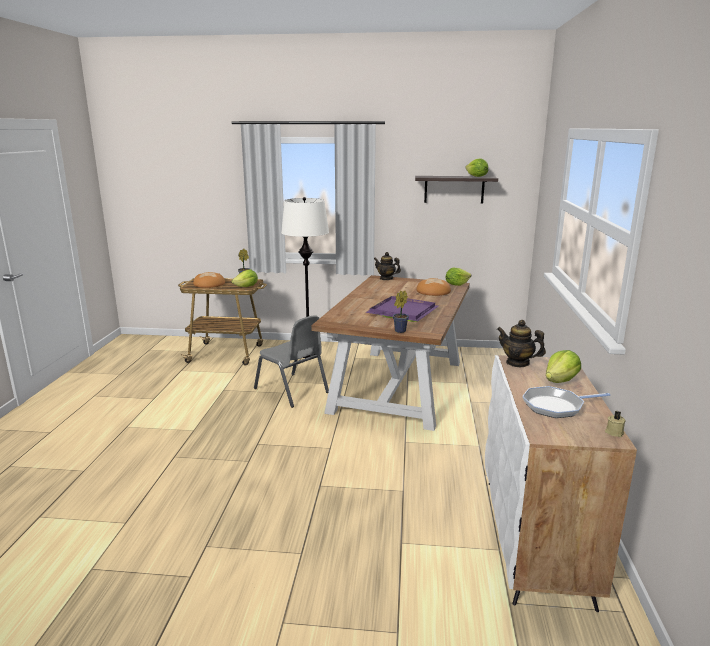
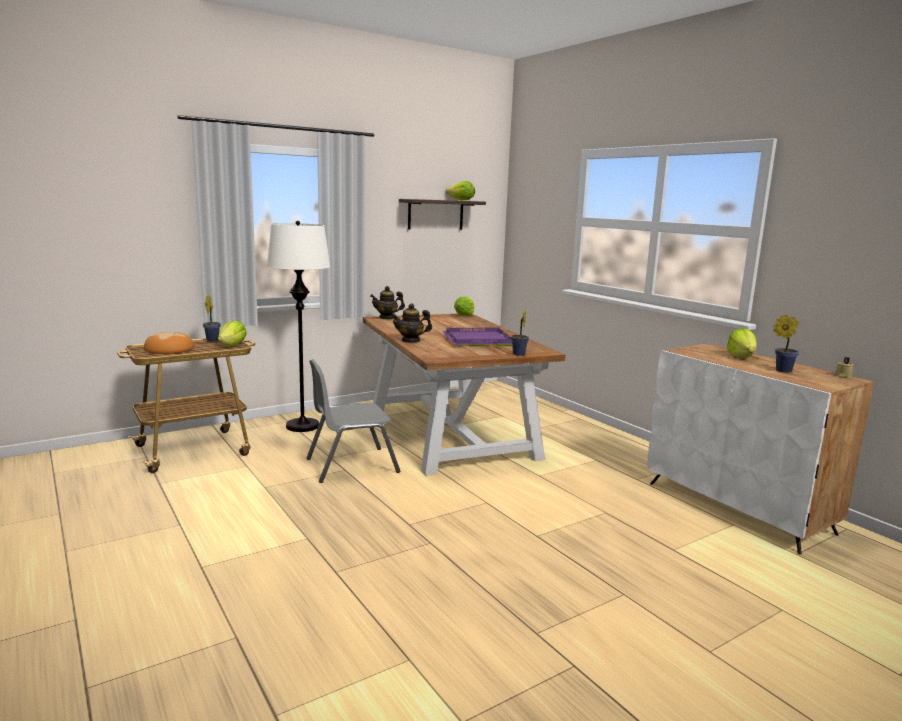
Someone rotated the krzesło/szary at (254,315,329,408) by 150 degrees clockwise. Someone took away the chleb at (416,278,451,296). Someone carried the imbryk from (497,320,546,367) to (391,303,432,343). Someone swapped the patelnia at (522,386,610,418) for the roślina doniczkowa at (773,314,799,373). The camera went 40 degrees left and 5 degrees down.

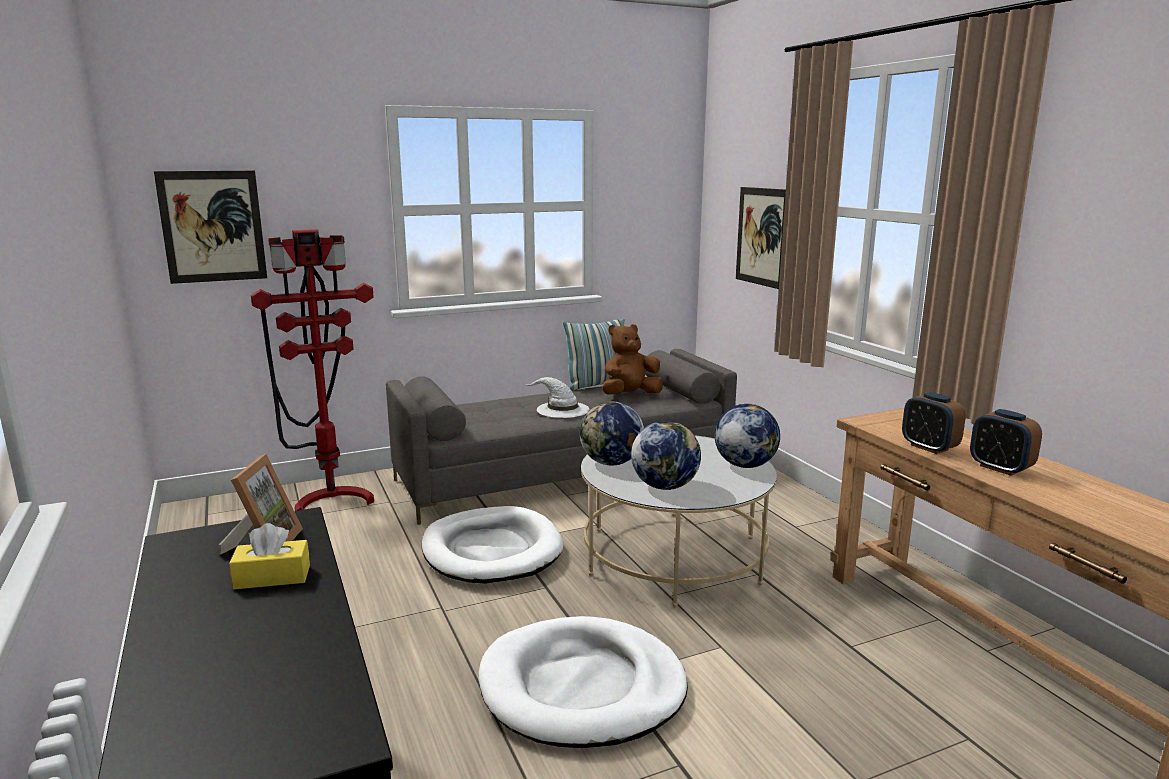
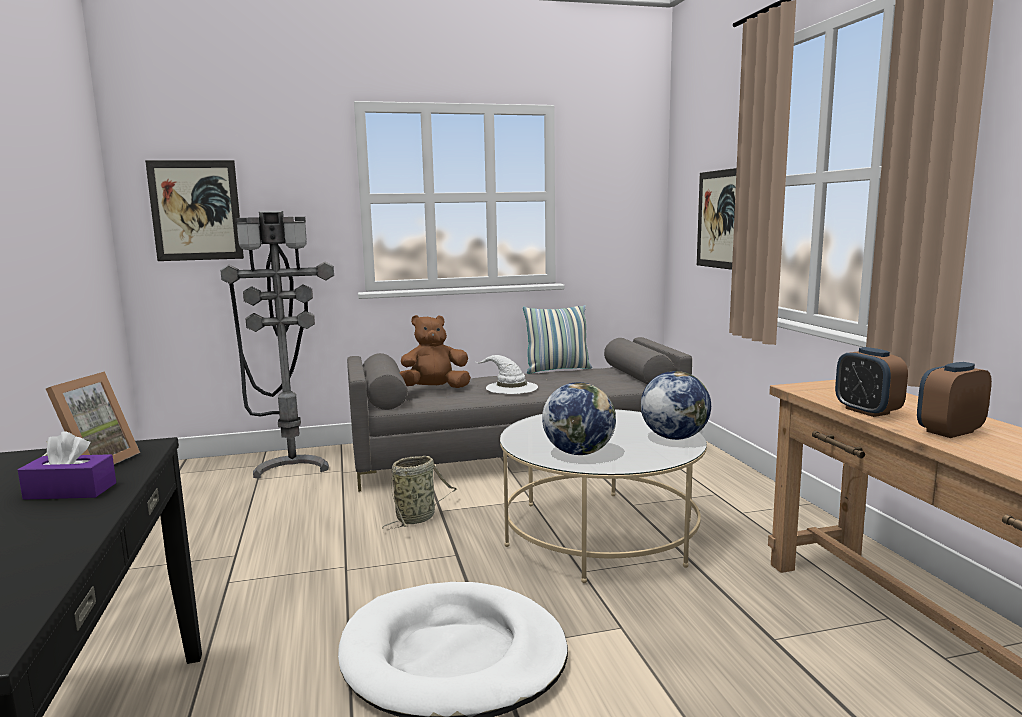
Someone repainted the pudełko chusteczek/żółty at (229,523,310,590), which became the pudełko chusteczek/fioletowy at (18,431,116,500). Someone repainted the lampa stojąca/czerwony at (251,229,374,511), which became the lampa stojąca/szary at (220,211,334,479). Someone swapped the legowisko/biały at (422,506,563,583) for the koszyk at (382,456,457,529). Someone took away the globus at (580,402,644,465). Someone carried the pluszak/brązowy from (602,324,663,394) to (399,315,471,388). Someone rotated the budzik at (970,409,1042,476) by 90 degrees clockwise. The camera went 10 degrees right and 5 degrees down.

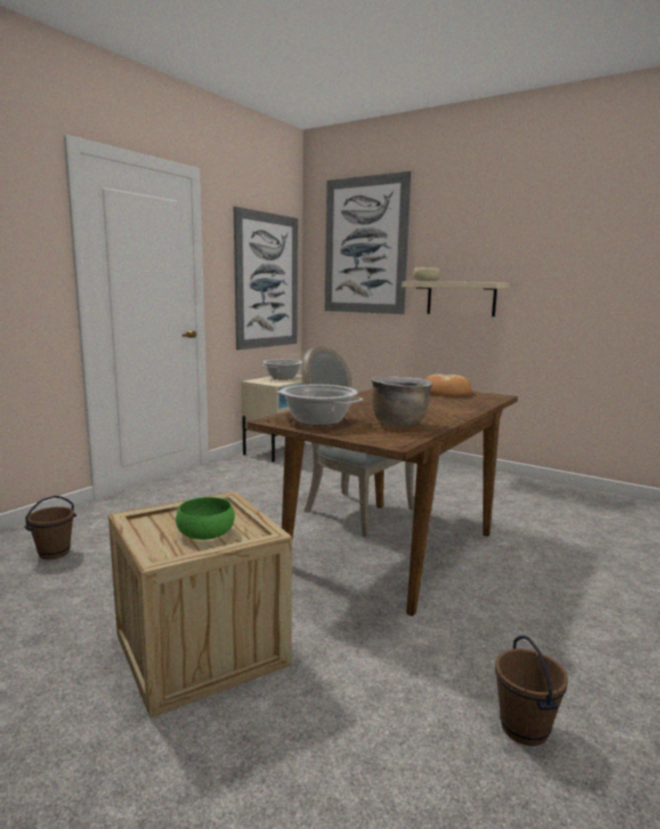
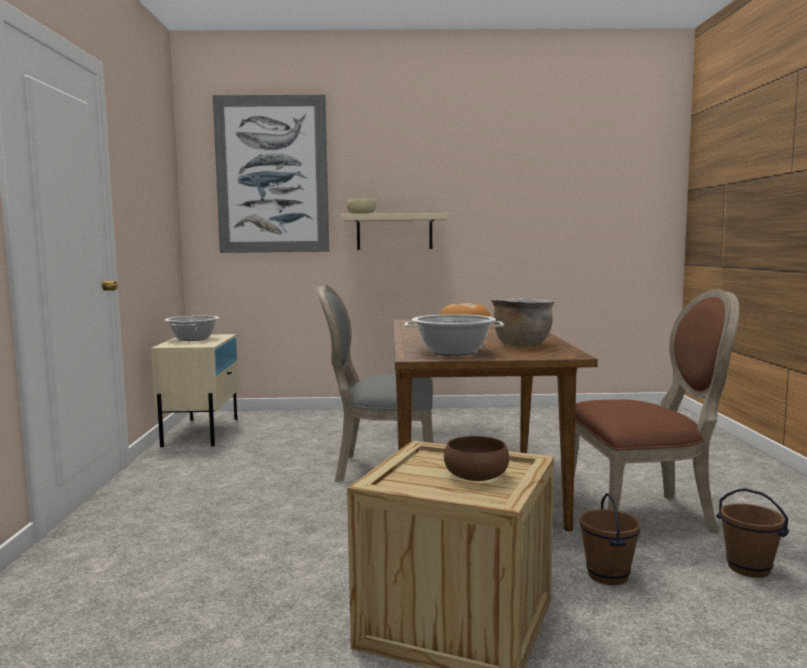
Someone carried the wiadro/brązowy from (24,496,76,560) to (580,493,641,585). Someone repainted the miska/zielony at (176,497,235,540), which became the miska/brązowy at (444,436,509,481). Someone took away the obraz at (234,206,298,350). Someone put down the krzesło/brązowy at (574,289,739,534). The camera went 35 degrees left and 5 degrees down.

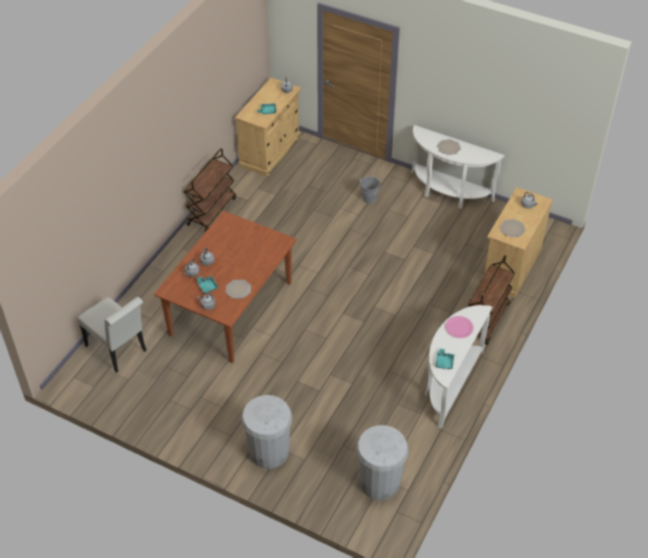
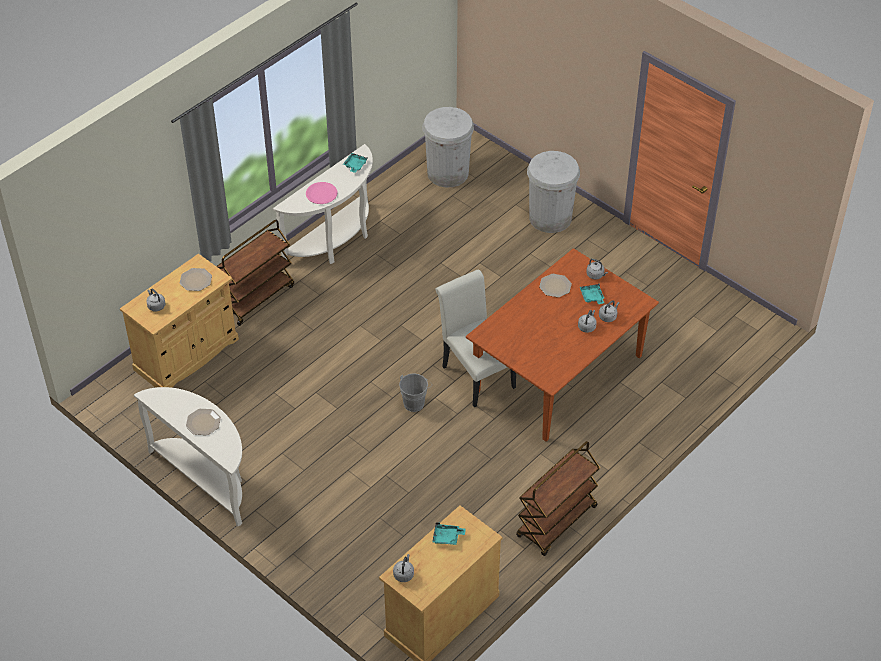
Someone carried the krzesło/biały from (77,297,147,373) to (435,269,516,407). Someone carried the wiadro/szary from (358,176,381,204) to (399,373,432,412). The camera went 165 degrees left and 0 degrees up.

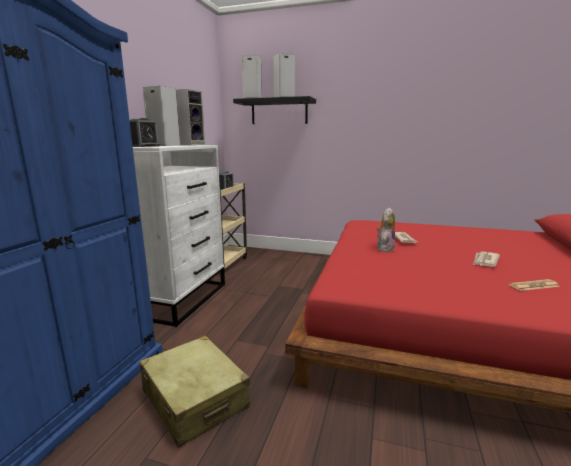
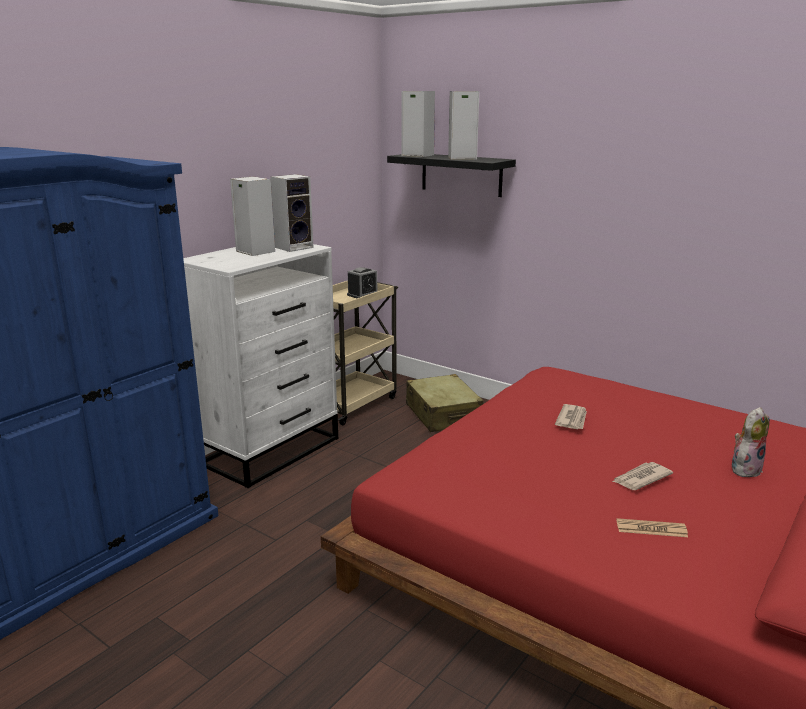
Someone took away the budzik at (130,118,160,147). Someone carried the walizka/beżowy from (139,335,250,448) to (406,374,484,432). Someone carried the pluszak from (377,208,395,252) to (732,407,770,477). The camera went 20 degrees right and 5 degrees up.

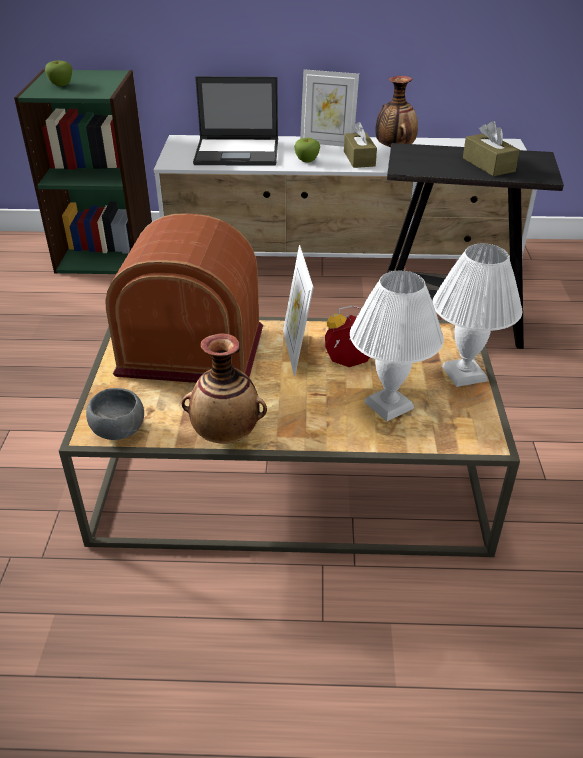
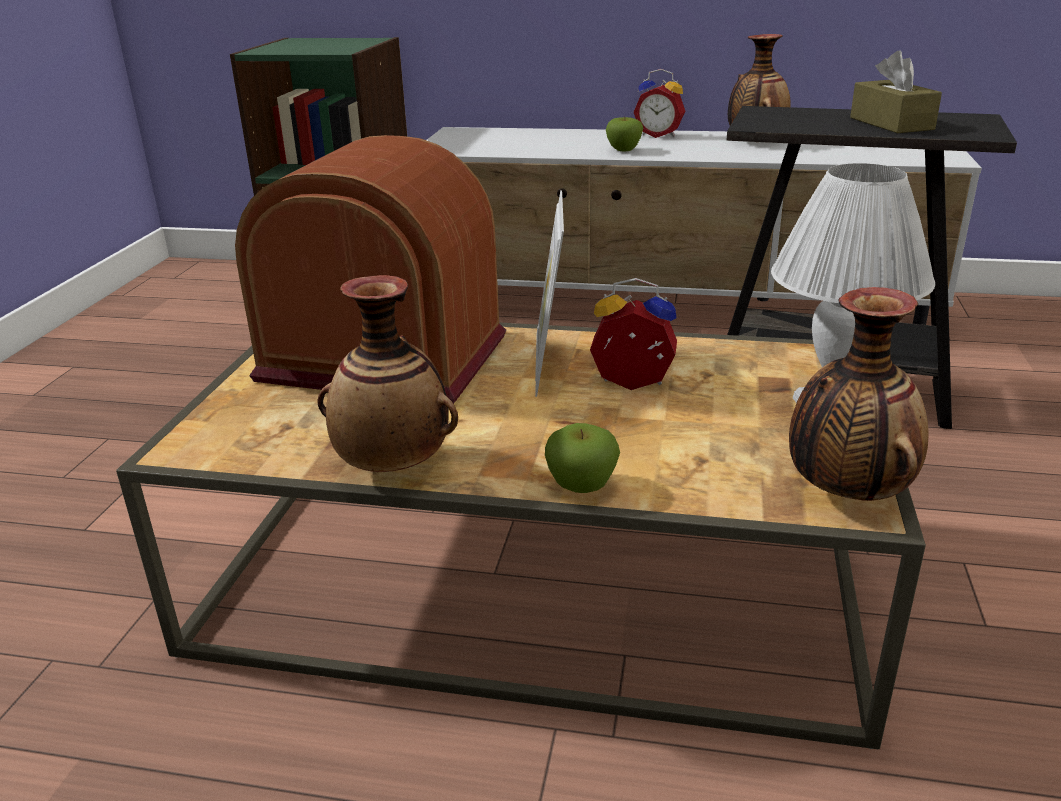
Someone carried the jabłko from (45,61,72,86) to (545,423,620,493). Someone took away the miska/szary at (86,388,144,440). Someone took away the laptop at (193,76,278,166). Someone swapped the ramka na zdjęcie at (300,69,359,147) for the budzik at (633,69,685,138). Someone took away the pudełko chusteczek/brązowy at (344,122,377,168). Someone took away the lampa stołowa/biały at (350,271,444,421). Someone put down the wazon at (789,287,929,501). The camera went 10 degrees right and 10 degrees down.

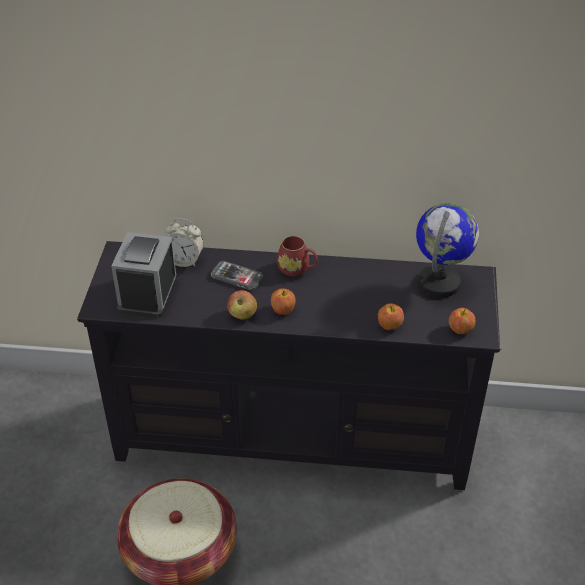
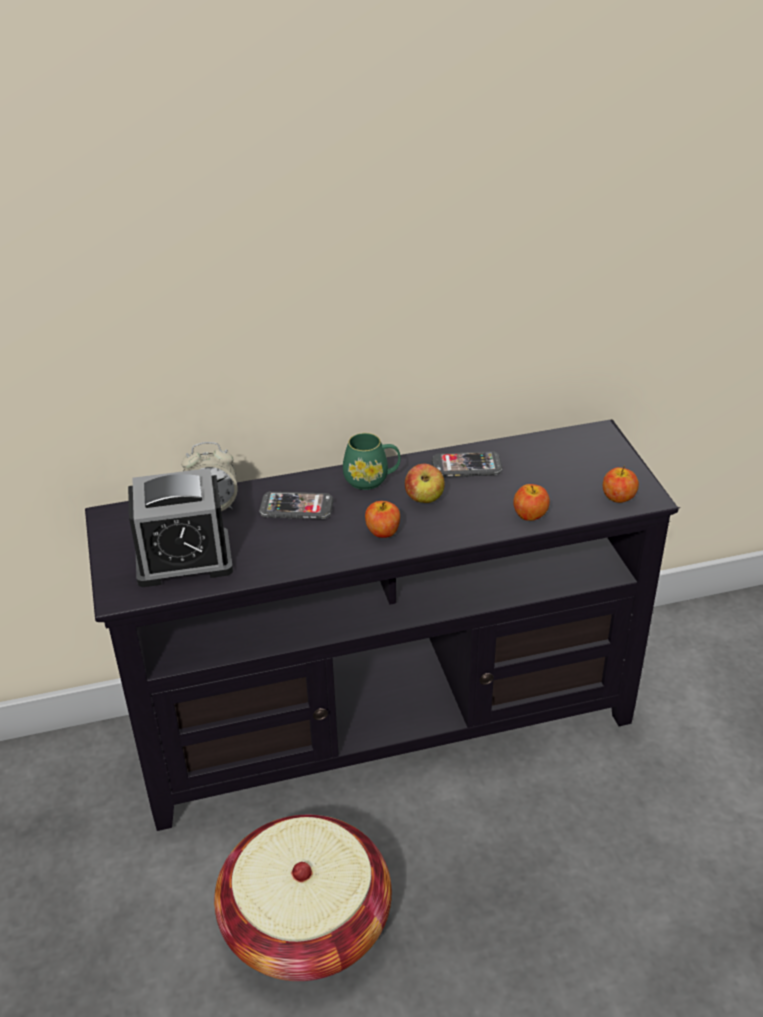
Someone rotated the budzik at (111,232,177,318) by 90 degrees counterclockwise. Someone carried the jabłko from (227,290,257,320) to (405,464,445,503). Someone repainted the kubek/czerwony at (277,236,318,276), which became the kubek/zielony at (343,433,400,490). Someone took away the globus at (416,203,479,298). Someone put down the telefon at (432,451,503,477). The camera went 20 degrees left and 5 degrees down.

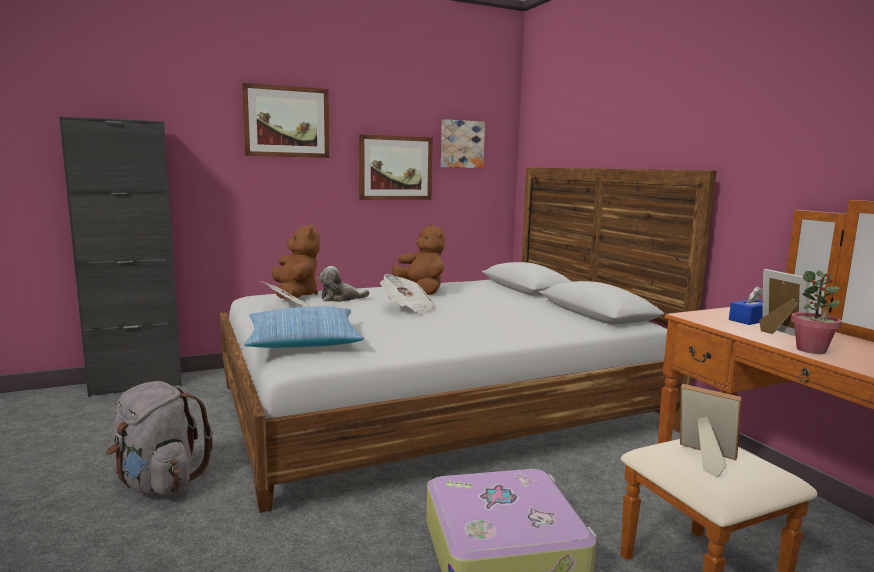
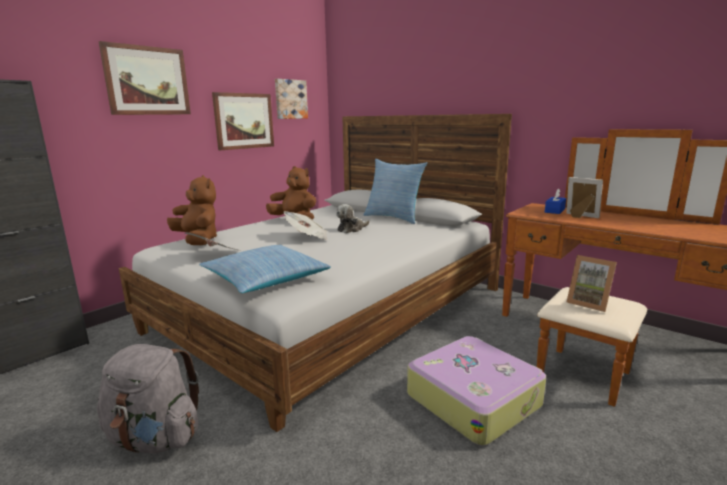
Someone carried the pluszak from (318,266,370,302) to (336,204,370,233). Someone rotated the ramka na zdjęcie at (680,384,742,477) by 150 degrees counterclockwise. Someone took away the roślina doniczkowa at (791,270,842,354). Someone put down the poduszka at (364,159,427,224). The camera went 25 degrees left and 5 degrees up.

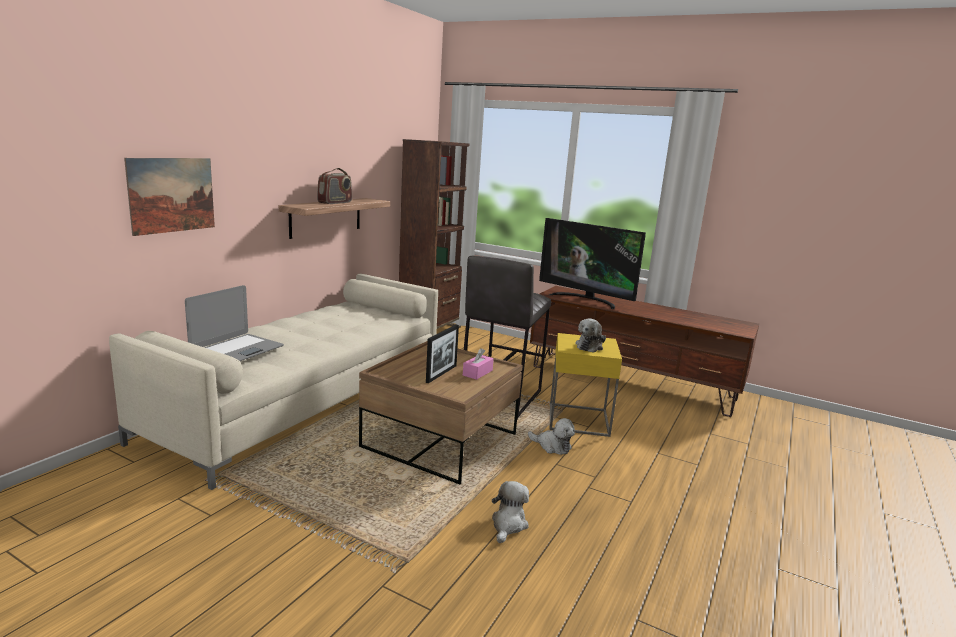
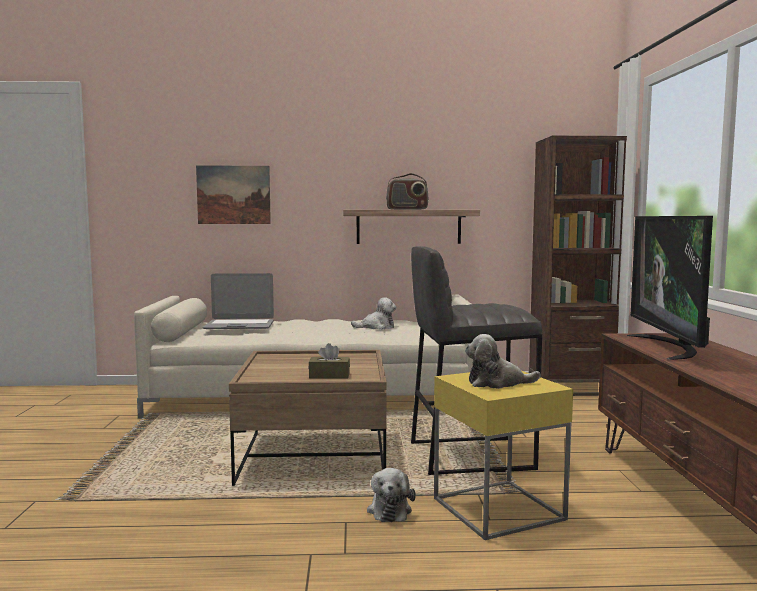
Someone took away the ramka na zdjęcie at (426,325,459,383). Someone repainted the pudełko chusteczek/różowy at (463,348,494,380), which became the pudełko chusteczek/brązowy at (309,343,350,379). Someone carried the pluszak from (492,481,529,543) to (351,297,396,330). The camera went 60 degrees right and 10 degrees down.

